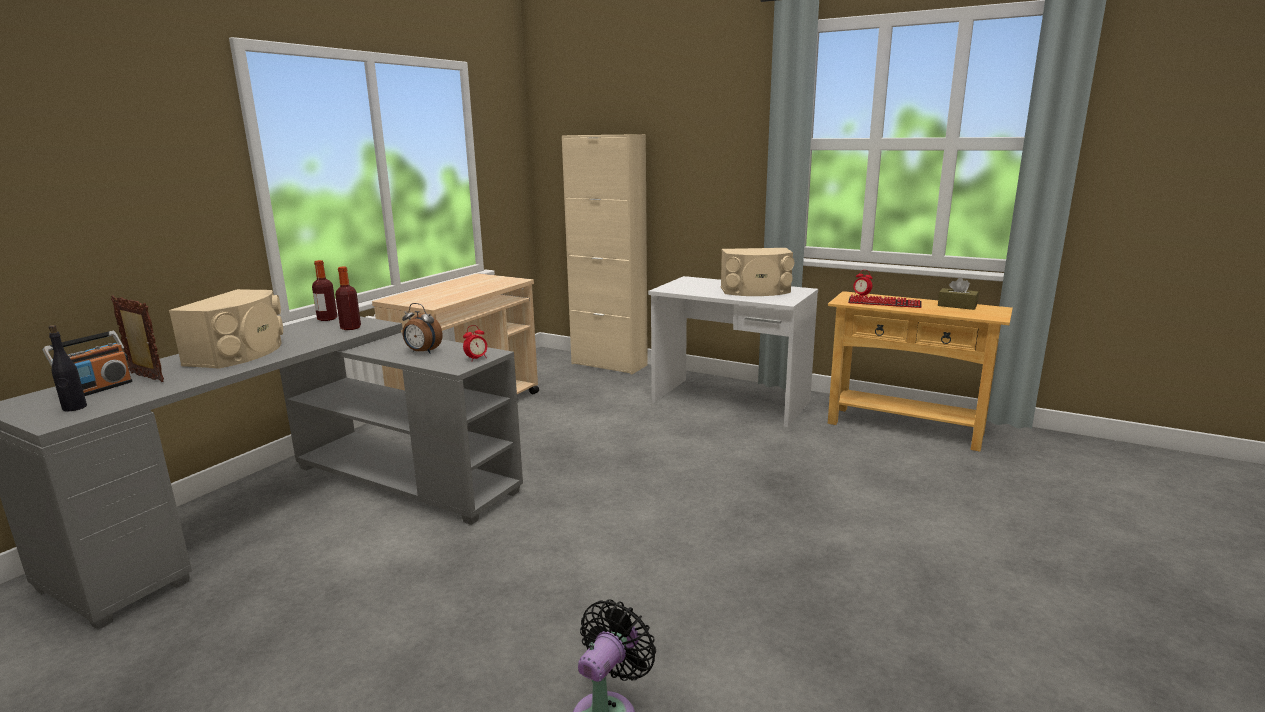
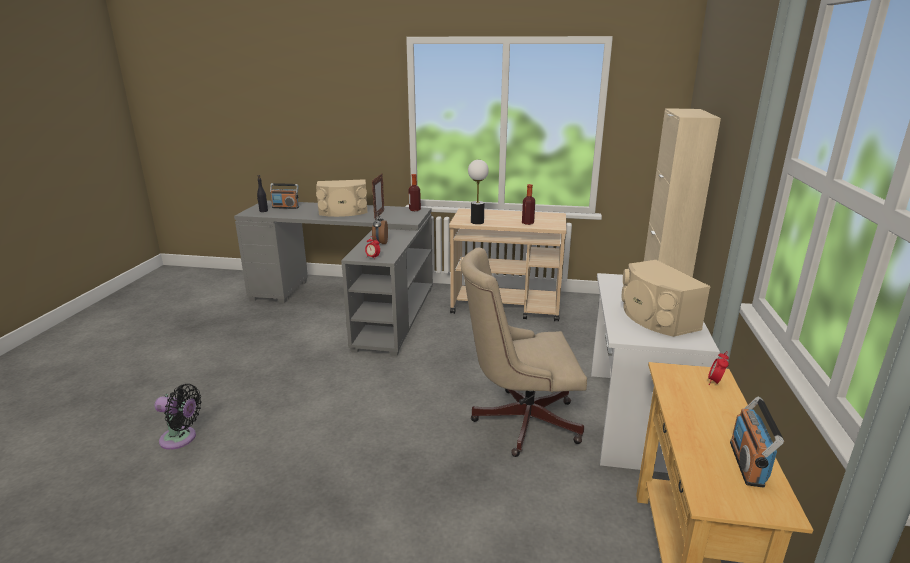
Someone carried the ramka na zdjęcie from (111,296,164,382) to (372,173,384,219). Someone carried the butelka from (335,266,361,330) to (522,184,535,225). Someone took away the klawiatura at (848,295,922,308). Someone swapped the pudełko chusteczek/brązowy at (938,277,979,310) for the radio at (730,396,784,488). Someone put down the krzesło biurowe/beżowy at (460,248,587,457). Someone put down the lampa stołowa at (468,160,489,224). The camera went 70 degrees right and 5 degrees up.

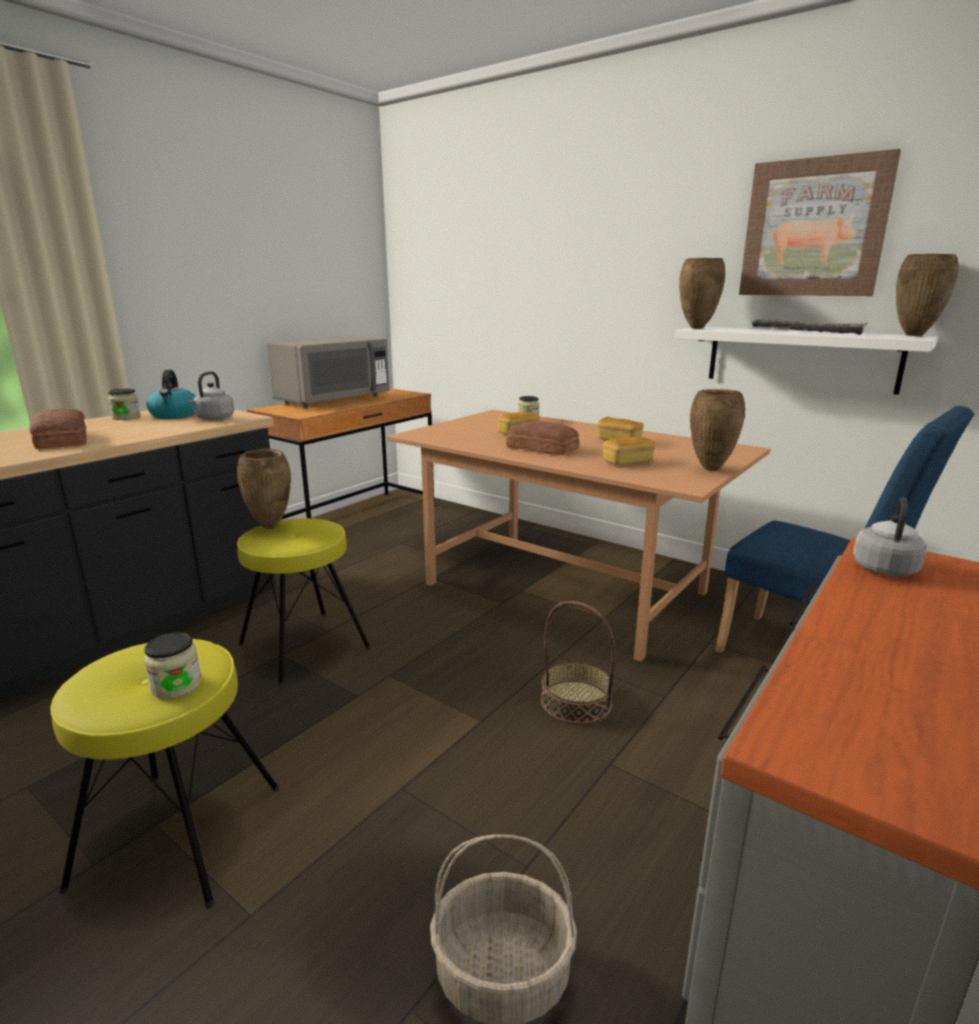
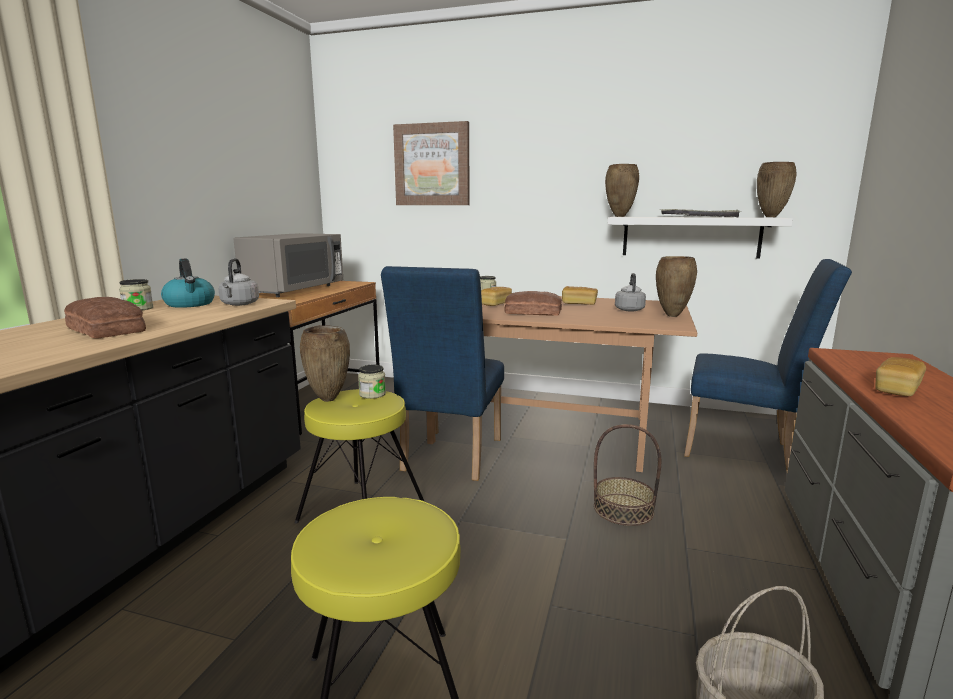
Someone carried the słoik from (144,632,202,699) to (358,364,386,399). Someone carried the chleb from (603,437,655,465) to (875,357,926,396). Someone carried the obraz from (739,149,901,296) to (393,121,469,205). Someone carried the czajnik/szary from (853,497,927,577) to (615,273,646,311). Someone put down the krzesło/niebieski at (381,266,504,481). The camera went 20 degrees left and 5 degrees down.

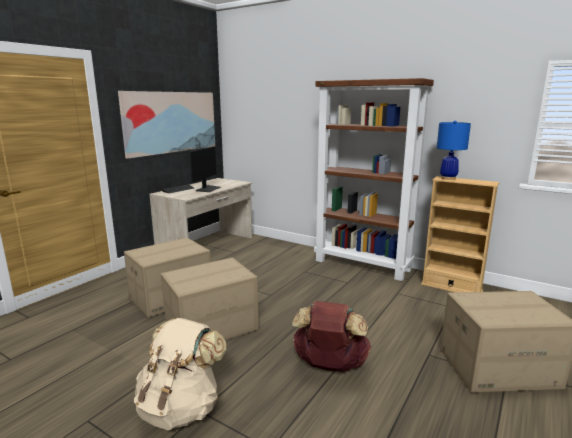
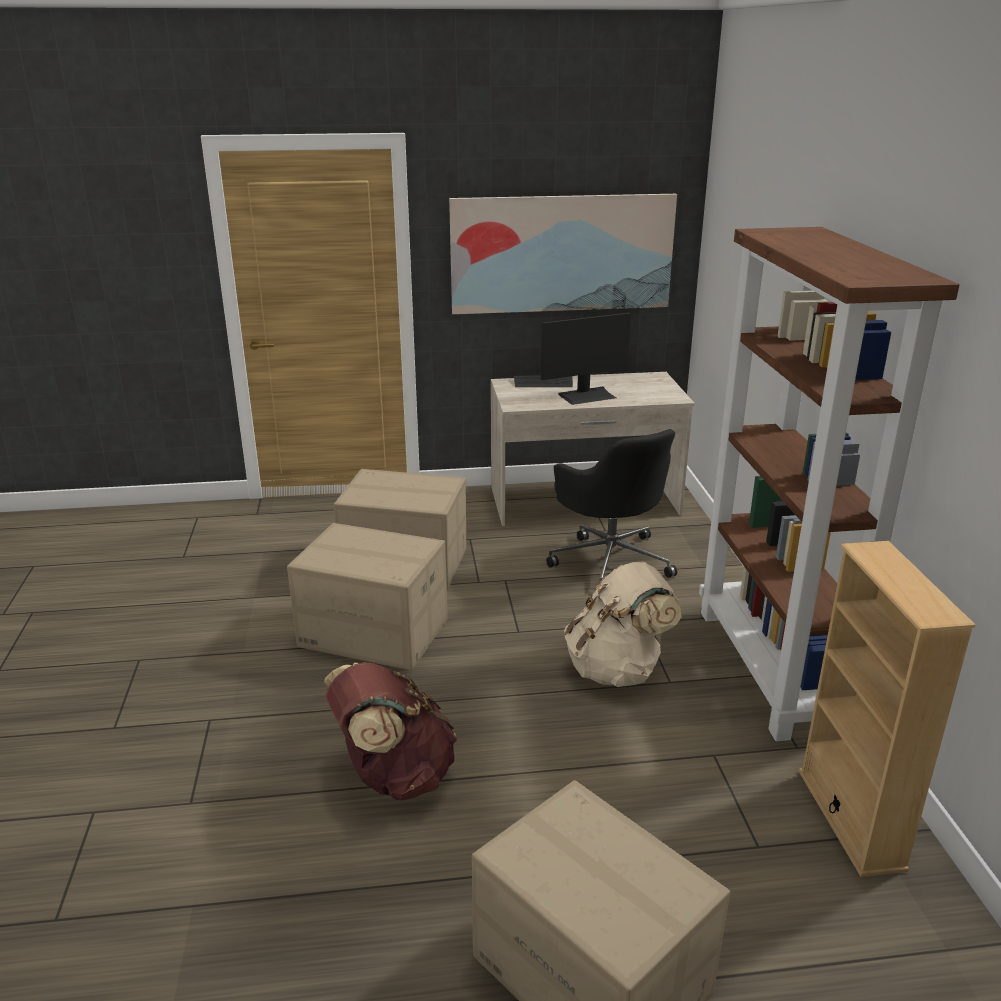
Someone carried the plecak/beżowy from (134,318,226,430) to (564,562,682,687). Someone took away the lampa stołowa/niebieski at (437,121,471,180). Someone put down the krzesło biurowe/czarny at (546,429,677,585). The camera went 50 degrees right and 10 degrees up.

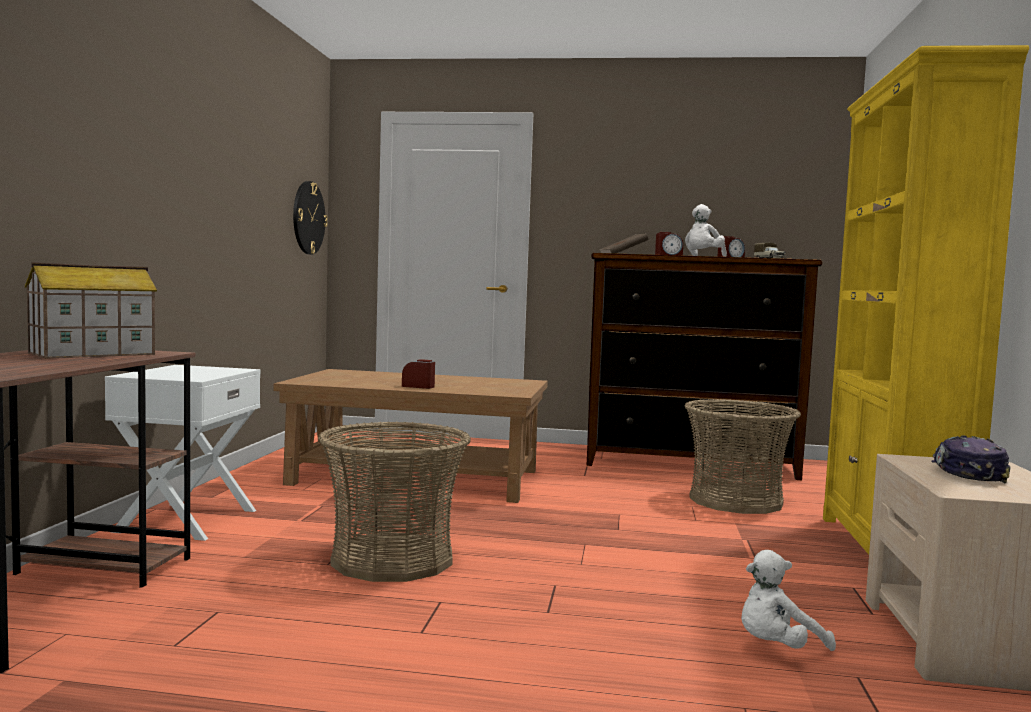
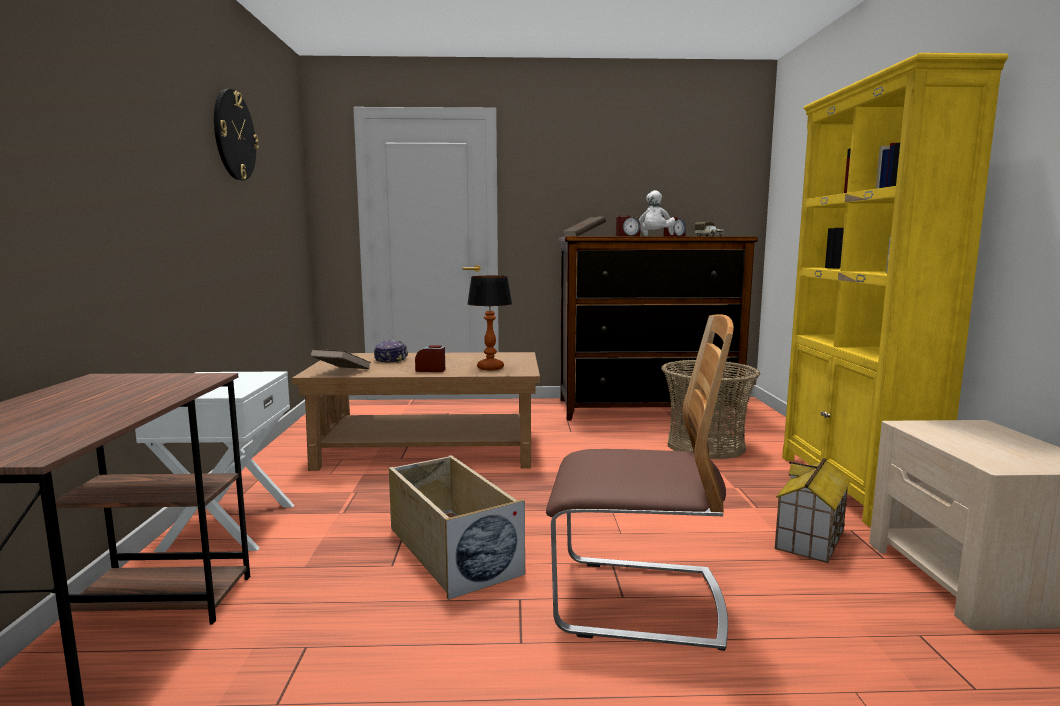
Someone carried the domek from (25,262,157,359) to (775,458,851,564). Someone carried the zegar ścienny from (293,181,328,255) to (214,89,259,181). Someone swapped the koszyk at (318,421,471,582) for the pojemnik do przechowywania/beżowy at (389,455,525,600). Someone took away the pluszak/biały at (741,550,836,651). Someone carried the czapka z daszkiem from (931,435,1010,483) to (374,340,408,363). Someone put down the książka/brązowy at (310,349,371,369). Someone put down the lampa stołowa at (467,276,512,370). Someone put down the krzesło at (546,314,734,651). The camera went 10 degrees left and 5 degrees up.

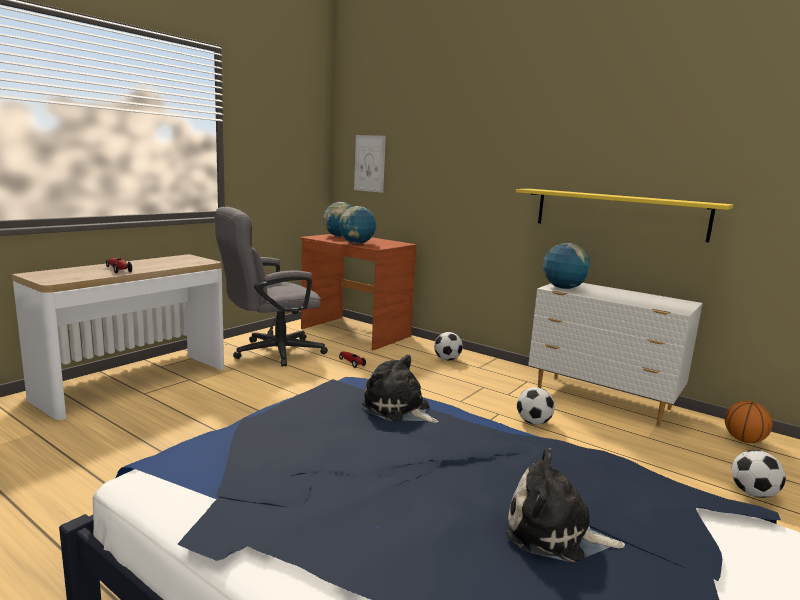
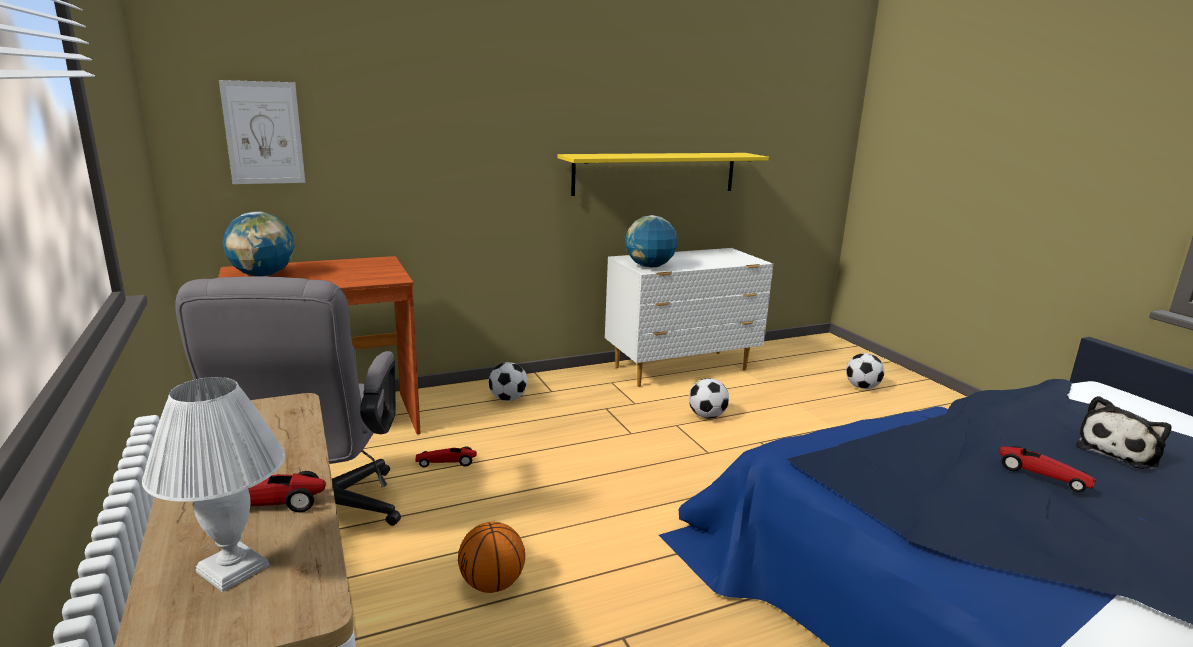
Someone took away the globus at (339,206,376,244). Someone took away the pluszak at (362,355,438,423). Someone carried the piłka do koszykówki from (725,401,773,443) to (458,522,525,593). Someone put down the lampa stołowa/biały at (142,377,285,592). Someone put down the samochodzik at (999,446,1096,492). The camera went 60 degrees left and 5 degrees up.

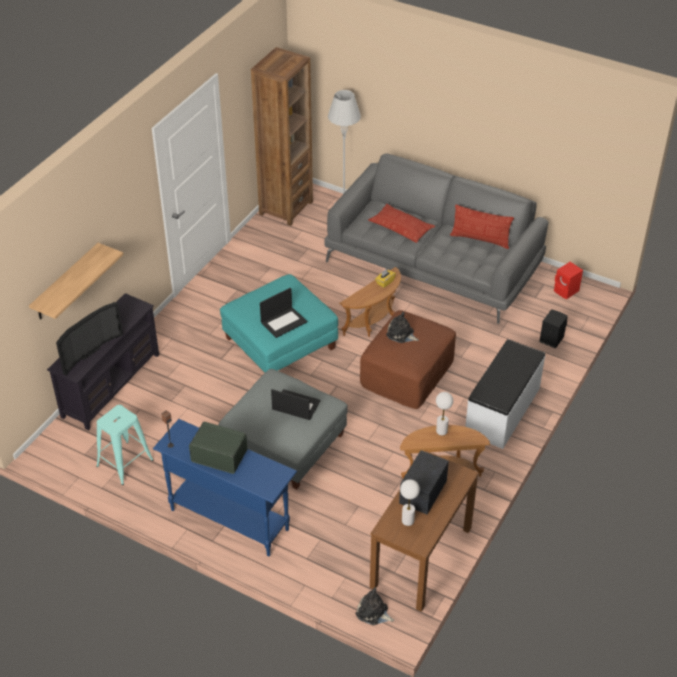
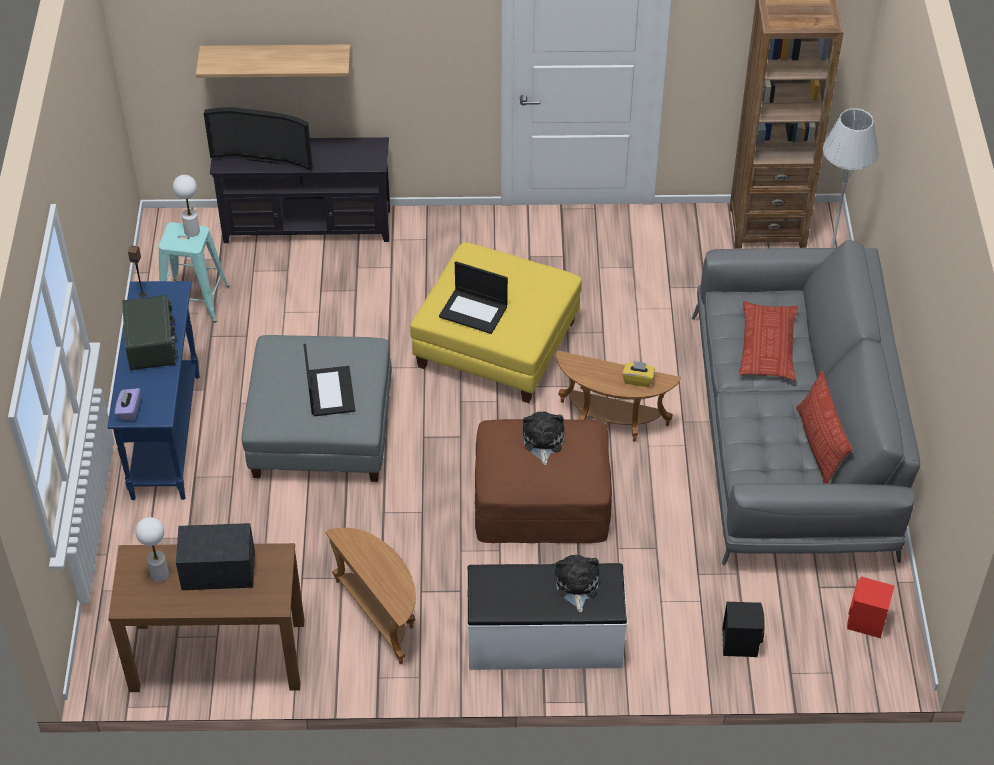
Someone repainted the pufa/turkusowy at (220,274,338,372), which became the pufa/żółty at (410,242,582,403). Someone carried the pluszak from (356,587,394,625) to (555,555,599,612). Someone carried the lampa stołowa/biały from (436,392,453,435) to (173,175,200,237). Someone put down the pudełko chusteczek/fioletowy at (115,388,141,421). The camera went 60 degrees right and 5 degrees up.

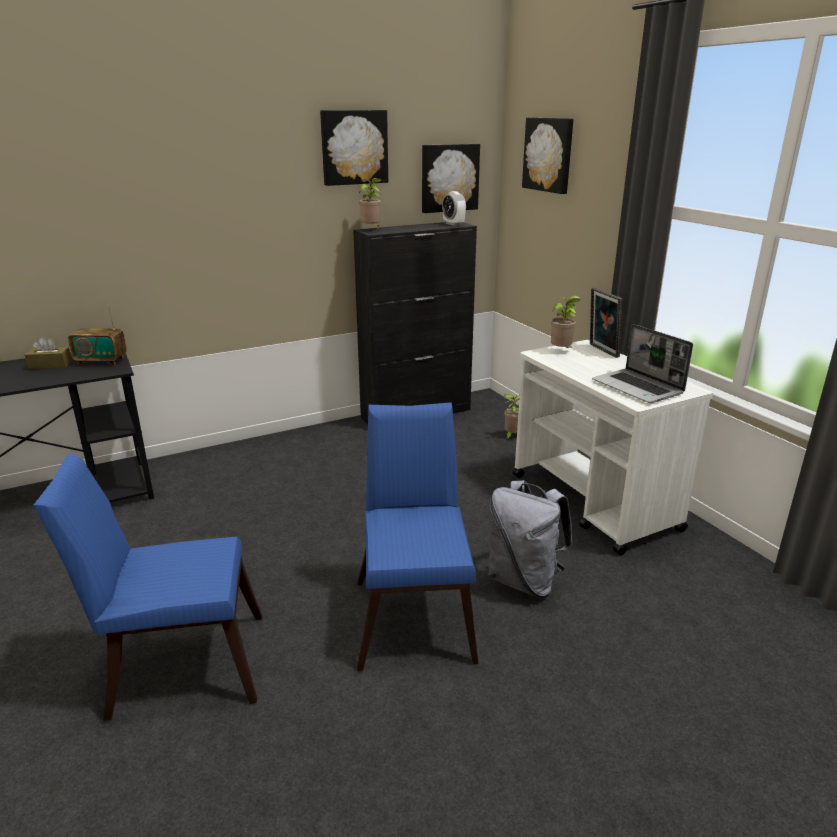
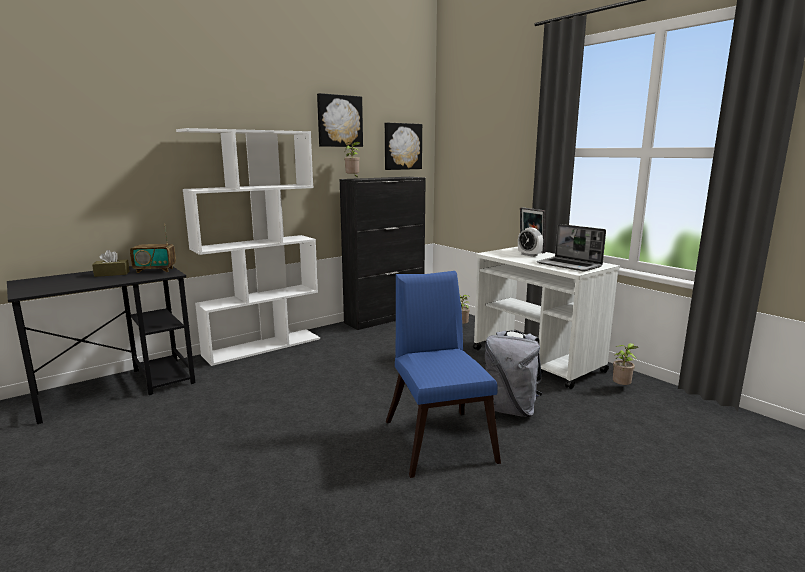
Someone took away the krzesło/niebieski at (33,454,262,721). Someone carried the budzik from (442,191,466,226) to (518,227,543,257). Someone took away the obraz at (522,118,574,194). Someone carried the roślina doniczkowa from (551,296,581,348) to (613,343,638,385). Someone put down the regał/biały at (176,128,320,366). The camera went 10 degrees left and 10 degrees down.

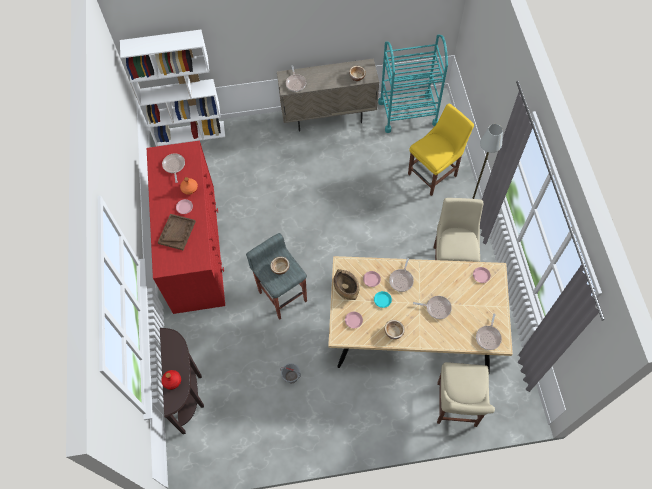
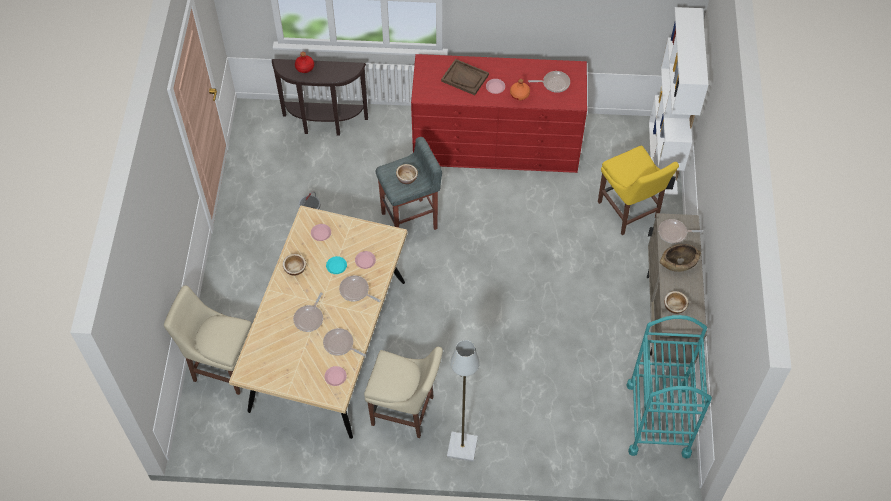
Someone carried the miska/brązowy from (333,269,360,300) to (660,244,701,272). Someone carried the krzesło/żółty from (408,104,474,196) to (598,146,679,235). Someone carried the patelnia from (476,313,502,350) to (323,328,365,356). The camera went 100 degrees right and 5 degrees down.

